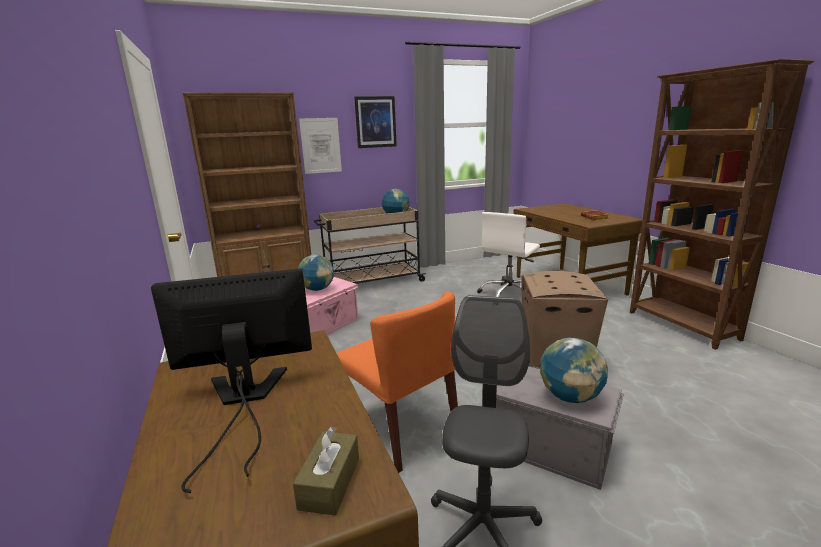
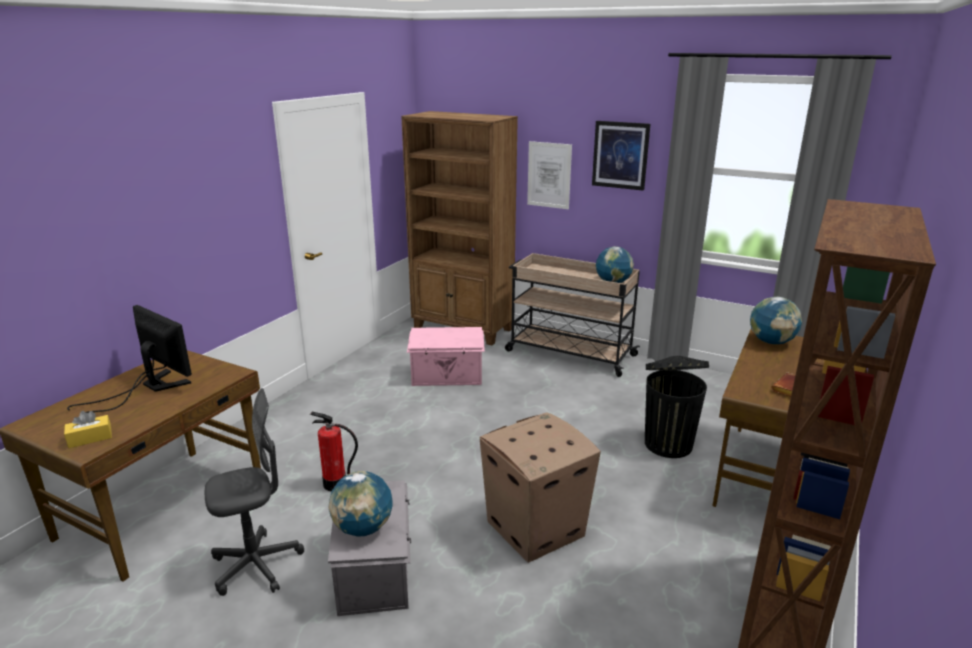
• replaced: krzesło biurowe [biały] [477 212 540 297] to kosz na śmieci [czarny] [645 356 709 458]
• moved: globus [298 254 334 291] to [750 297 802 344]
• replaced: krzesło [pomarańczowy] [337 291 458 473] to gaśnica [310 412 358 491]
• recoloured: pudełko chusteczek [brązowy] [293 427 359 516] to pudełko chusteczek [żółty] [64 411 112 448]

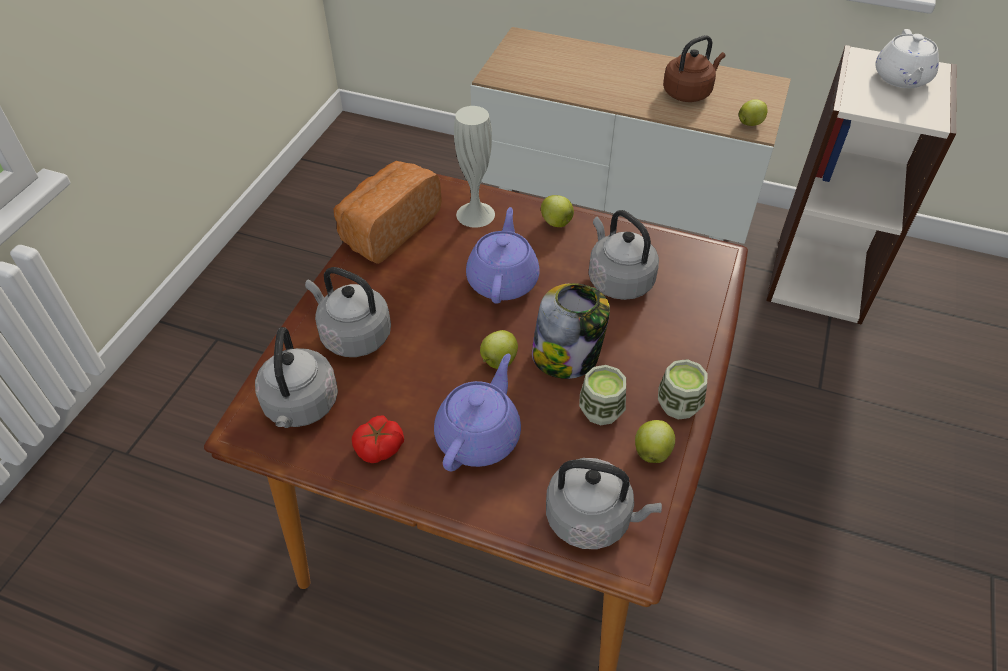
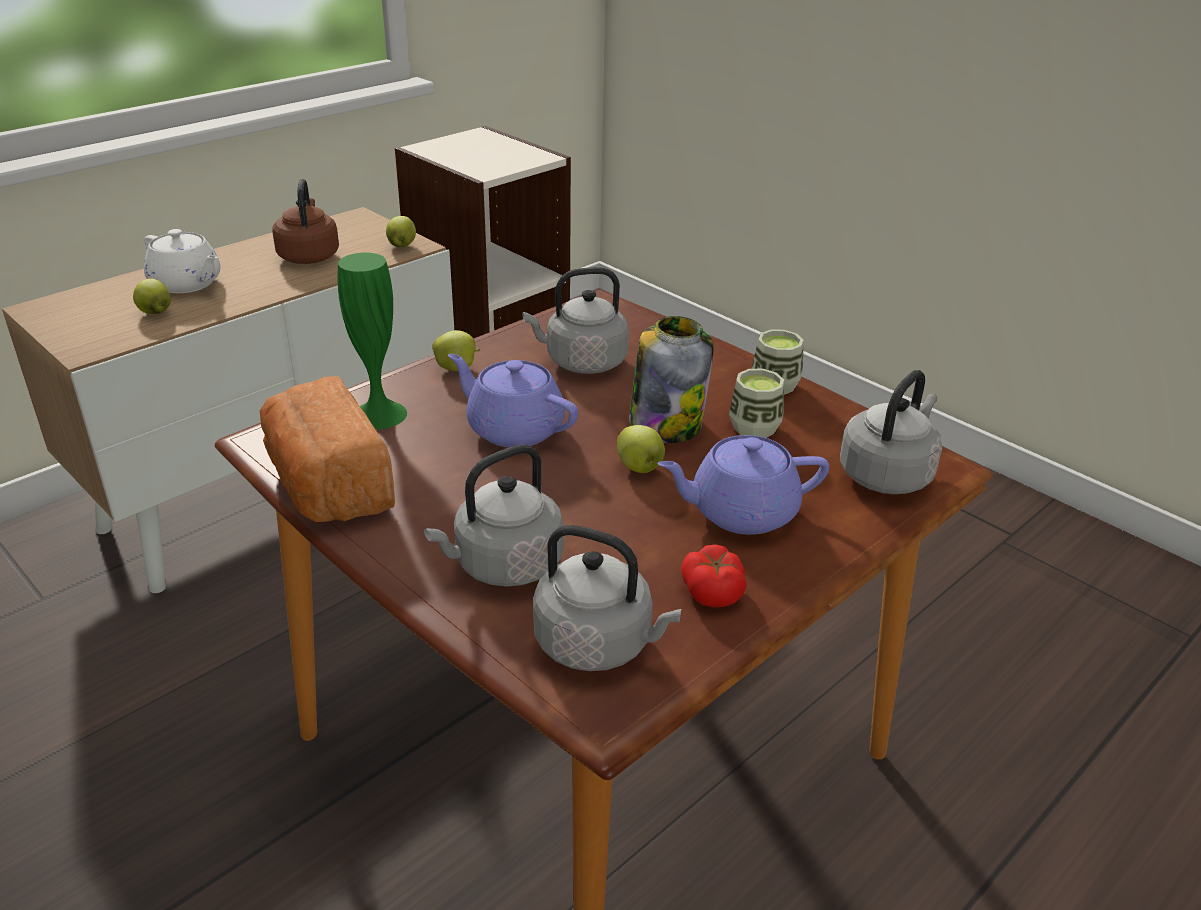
• moved: imbryk [biały] [875 29 939 88] to [144 229 221 293]
• recoloured: wazon [biały] [454 106 495 228] to wazon [zielony] [338 253 407 430]
• turned: imbryk [fioletowy] [434 354 521 471] = [658 435 829 535] 60 degrees counterclockwise
• moved: jabłko [635 420 675 463] to [133 279 171 315]

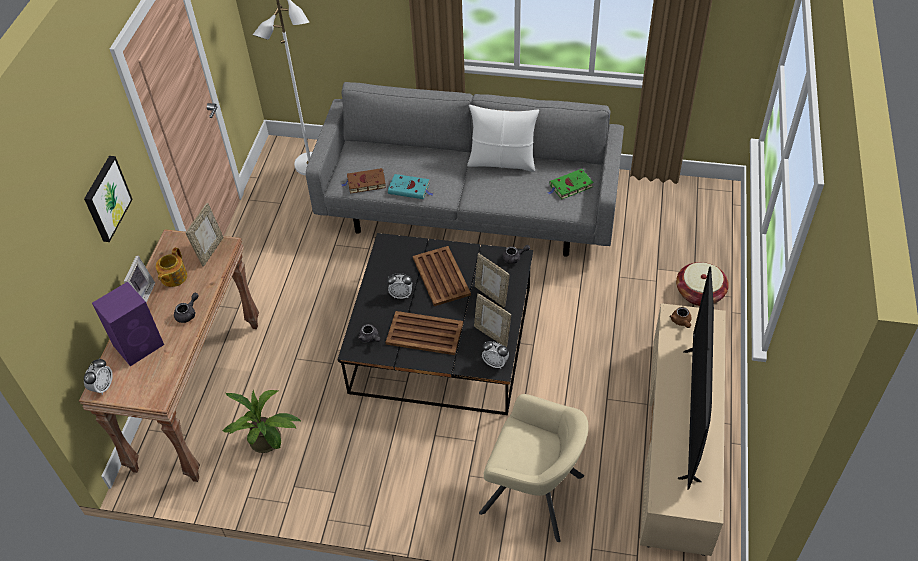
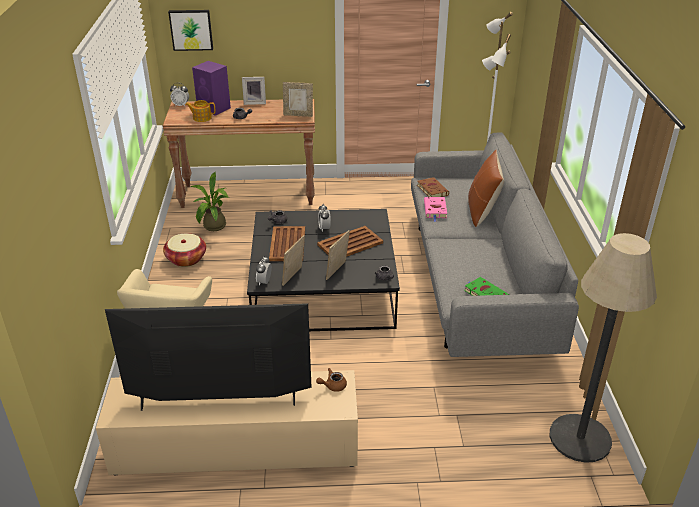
• removed: poduszka [biały] [467 105 539 172]
• moved: obraz [84 156 133 242] to [168 10 213 51]
• recoloured: książka [turkusowy] [388 174 434 199] to książka [różowy] [424 197 447 222]
• moved: imbryk [156 248 187 287] to [186 100 216 122]
• moved: koszyk [676 262 729 306] to [163 233 206 267]
• added: poduszka [brązowy] [468 150 504 227]
• added: lampa stojąca [550 233 657 463]

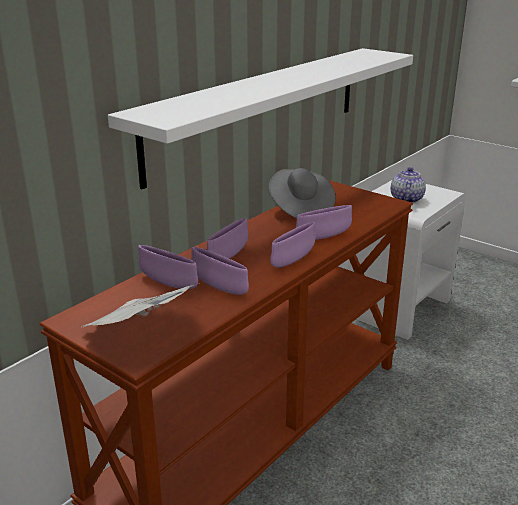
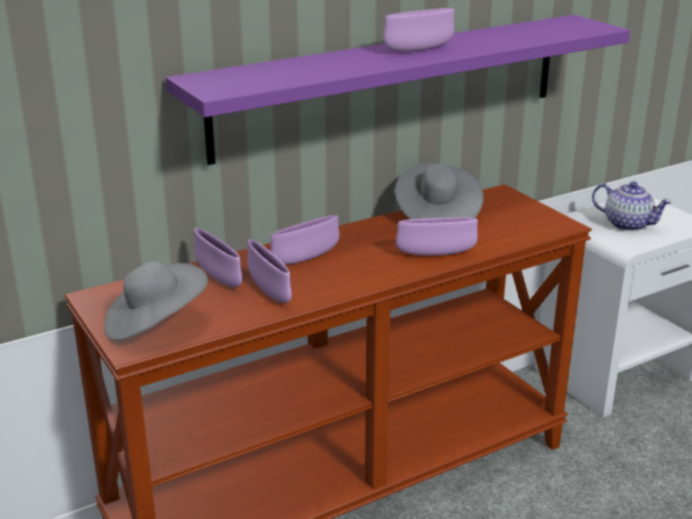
• recoloured: półka [biały] [108 48 413 189] to półka [fioletowy] [166 15 630 165]
• turned: imbryk [391 167 426 203] = [592 181 672 231] 90 degrees clockwise
• moved: miska [fioletowy] [270 222 315 268] to [383 8 454 52]
• replaced: gazeta [81 283 200 327] to kapelusz [szary] [104 262 208 341]

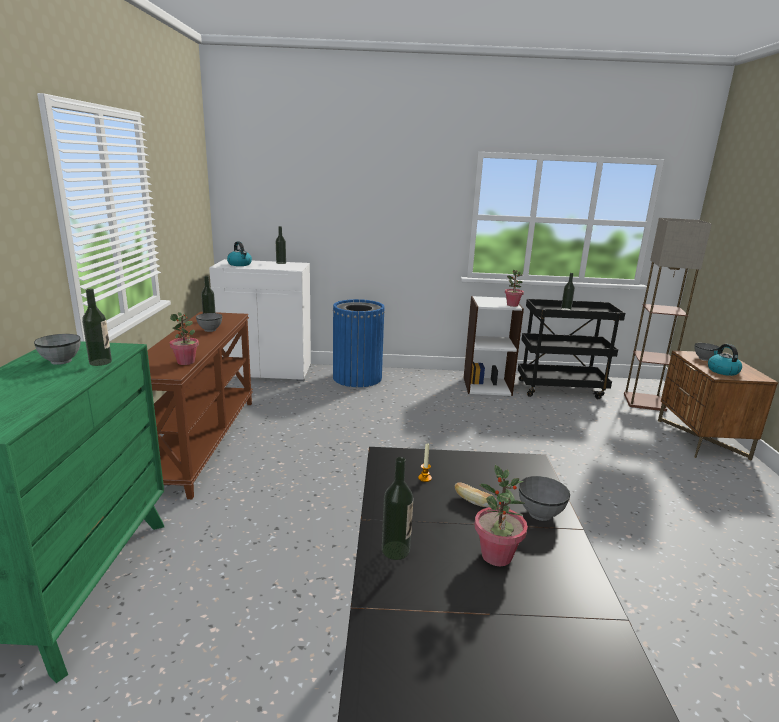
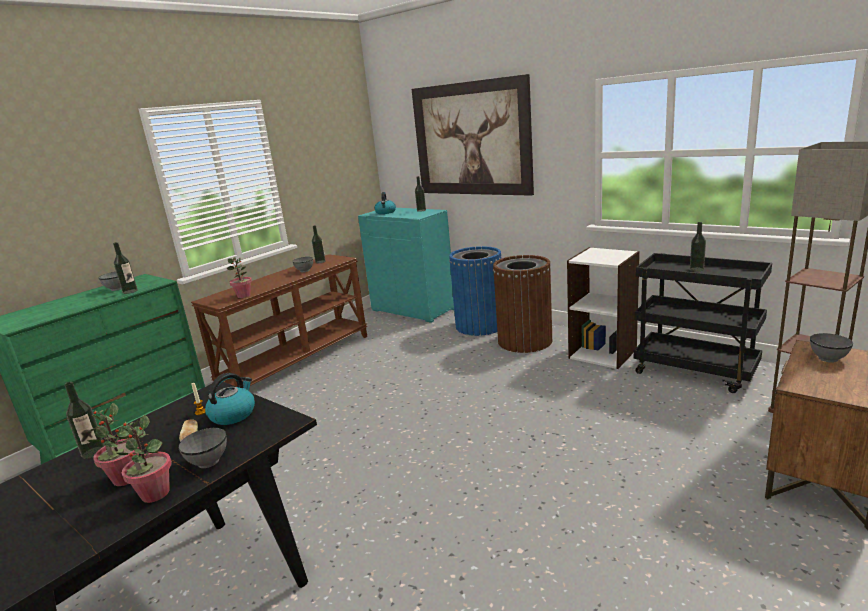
• recoloured: szafka [biały] [209 259 311 381] to szafka [turkusowy] [358 208 454 323]
• moved: roślina doniczkowa [505 270 524 307] to [117 415 172 503]
• moved: czajnik [708 344 742 376] to [205 373 255 425]
• added: obraz [412 74 534 196]
• added: kosz na śmieci [brązowy] [493 255 552 353]

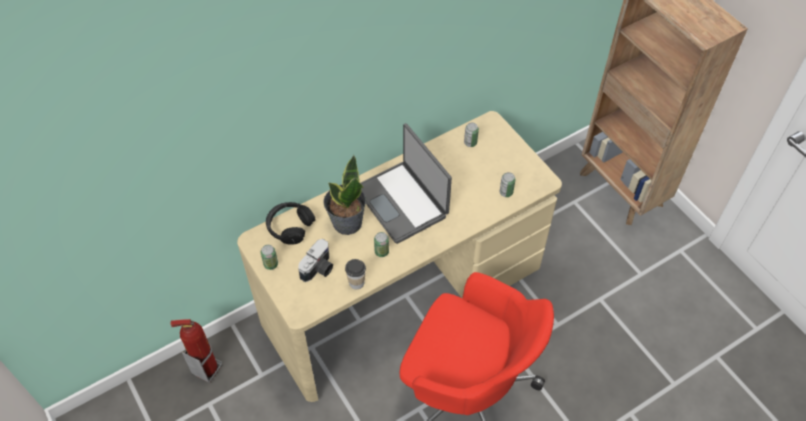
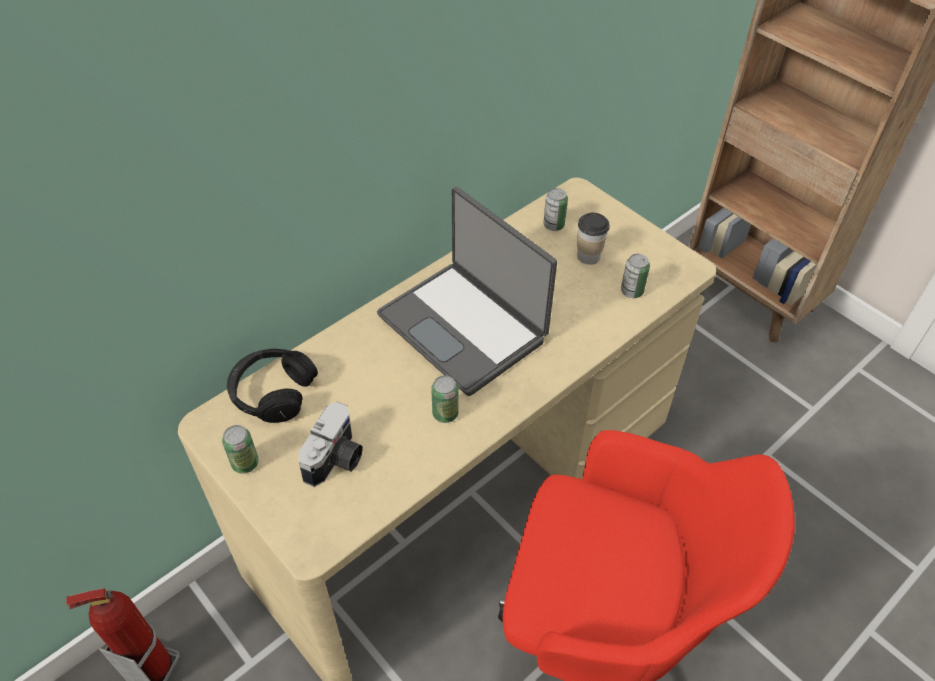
• removed: roślina doniczkowa [323 155 366 235]
• moved: filiżanka [345 259 366 289] to [577 212 610 265]

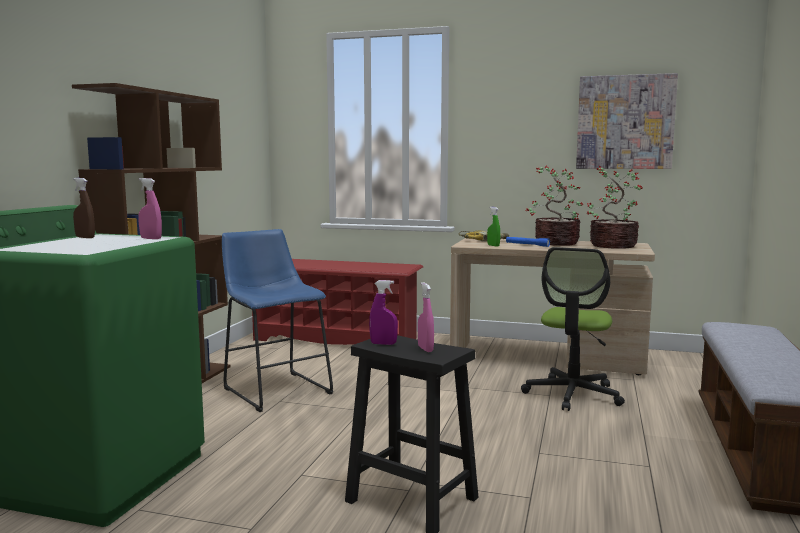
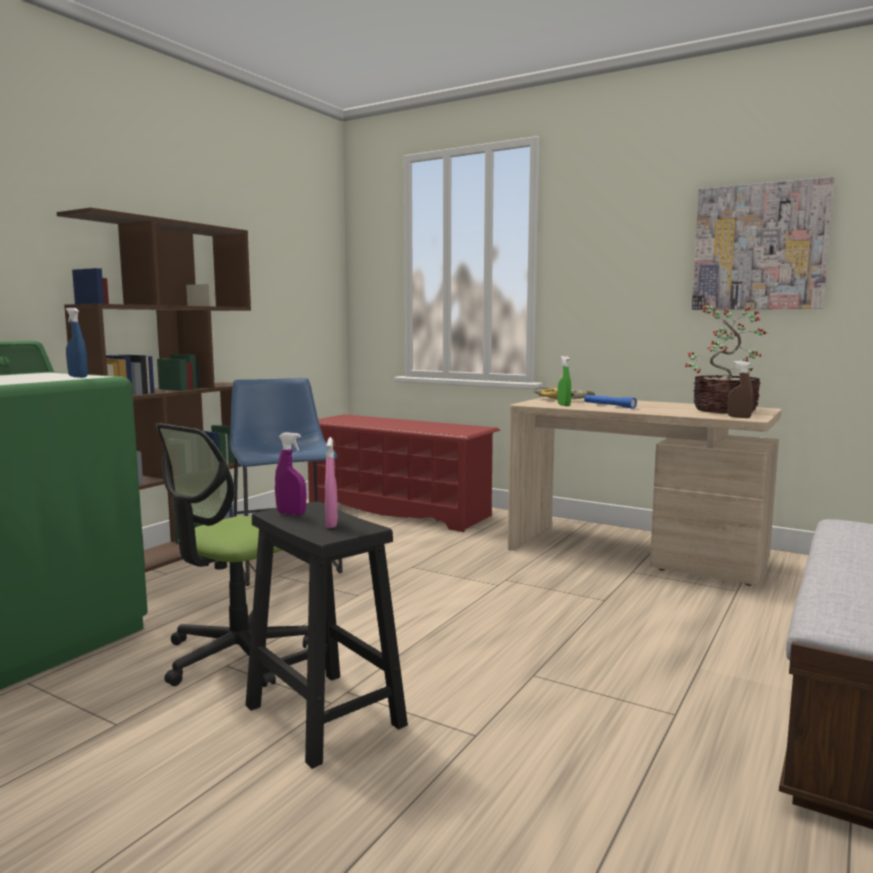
• removed: roślina doniczkowa [525 165 583 246]
• moved: spryskiwacz [brązowy] [73 178 95 238] to [727 361 754 418]
• recoloured: spryskiwacz [różowy] [138 178 162 239] to spryskiwacz [niebieski] [66 308 88 378]
• moved: krzesło biurowe [521 247 625 411] to [155 423 308 687]

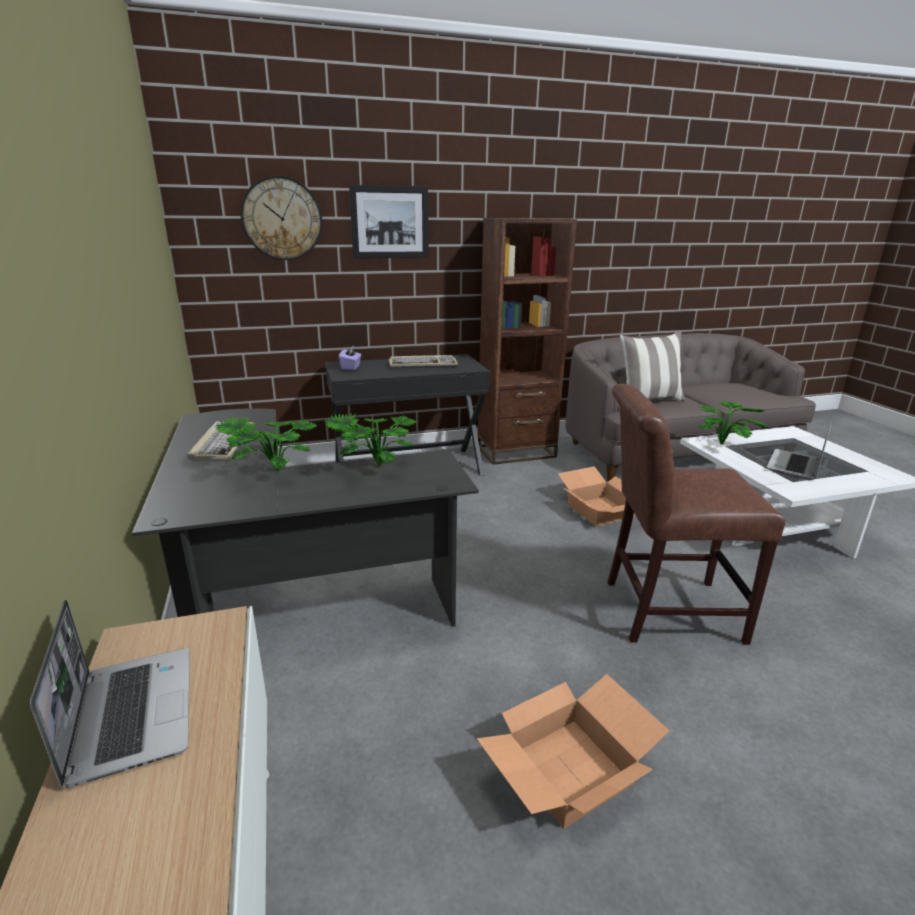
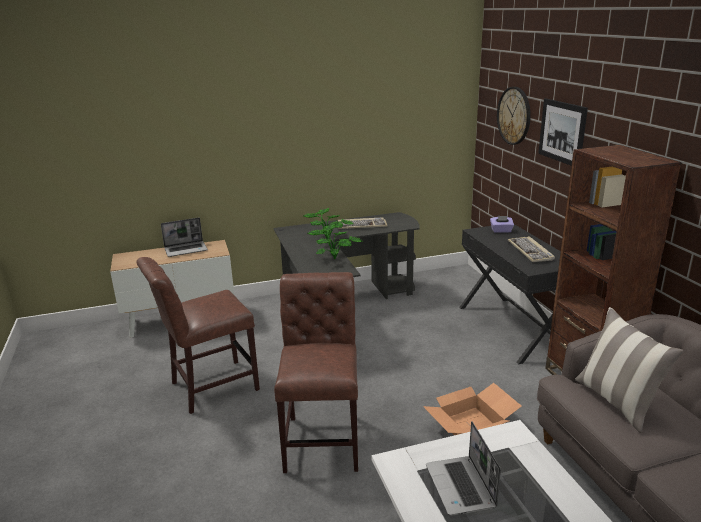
• removed: roślina doniczkowa [698 401 767 445]
• turned: laptop [766 422 831 480] = [426 421 501 516] 135 degrees counterclockwise
• replaced: karton [477 674 670 828] to krzesło [brązowy] [136 257 260 414]

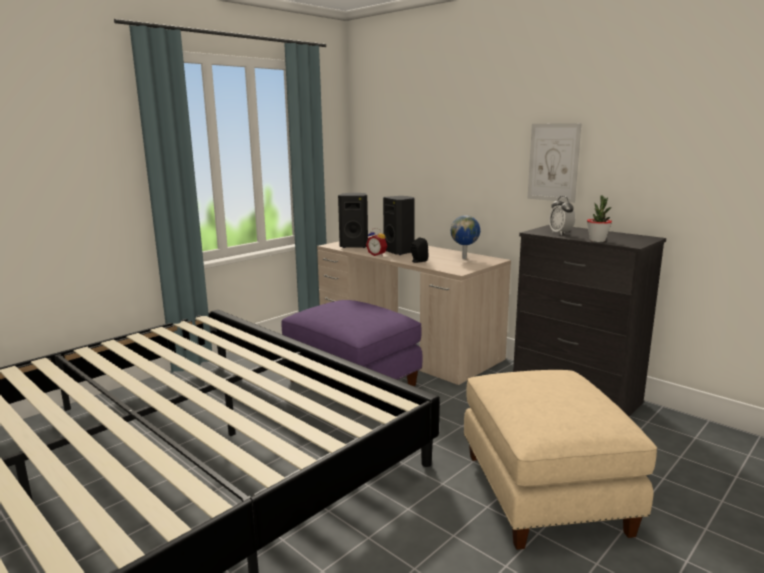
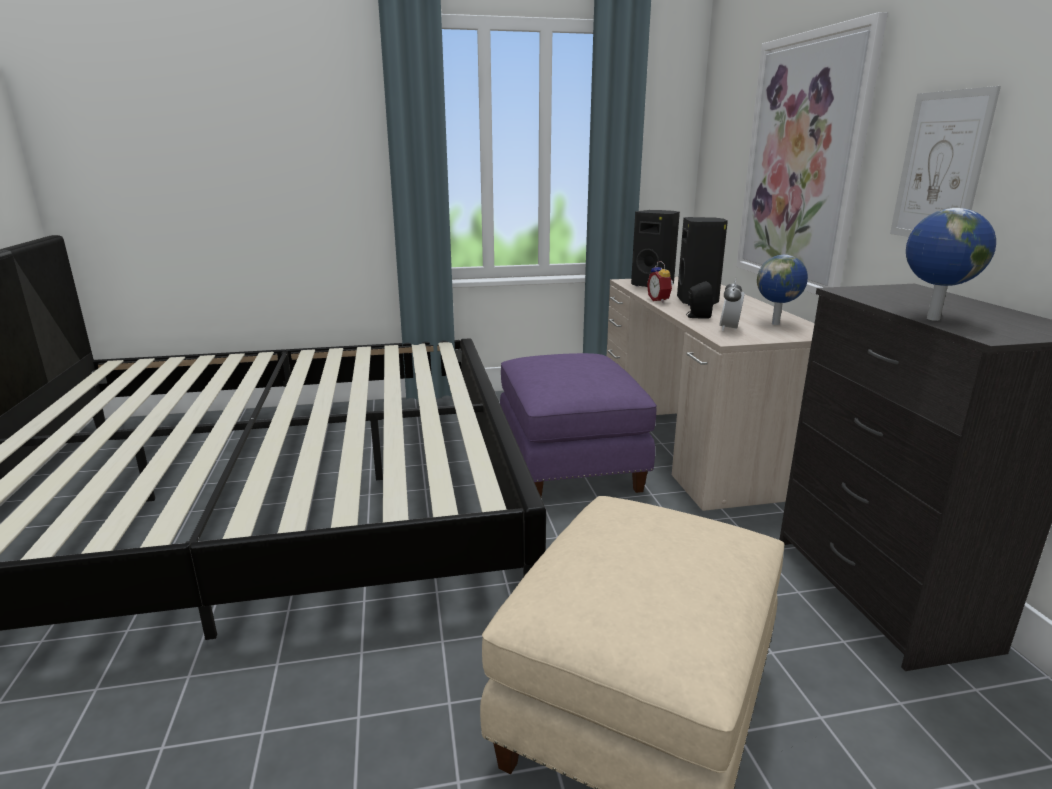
• replaced: roślina doniczkowa [587 195 612 242] to globus [906 208 996 321]
• moved: budzik [549 196 575 235] to [719 278 745 331]
• added: obraz [736 12 888 296]

